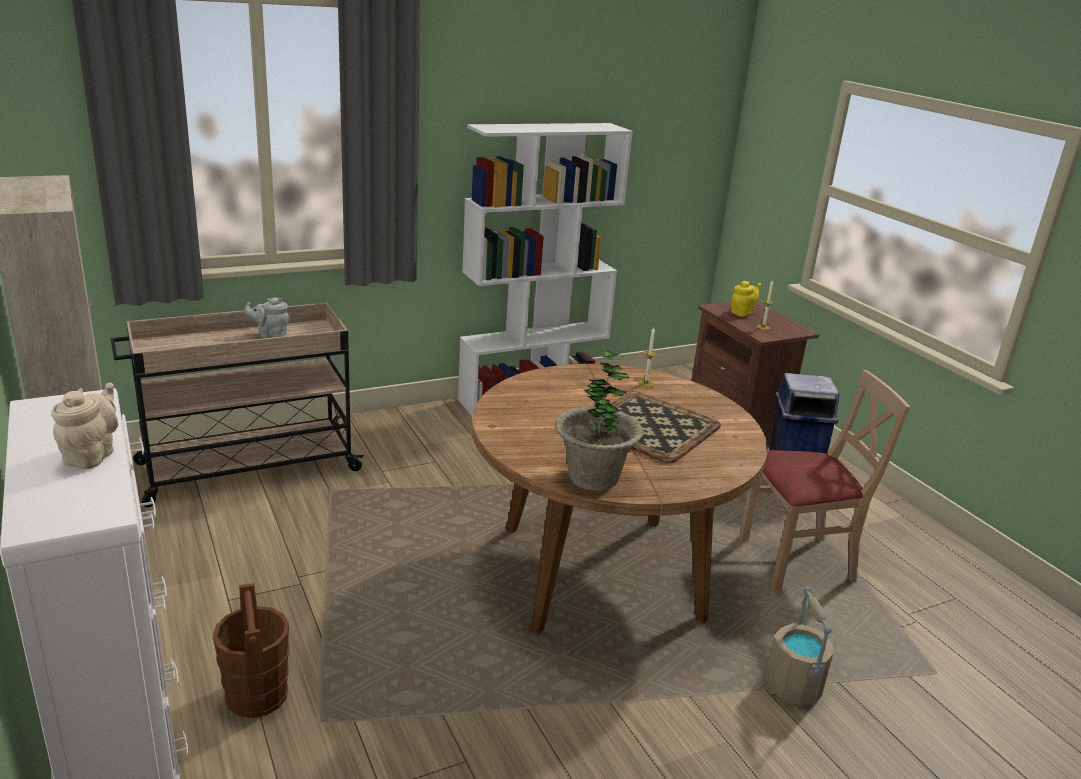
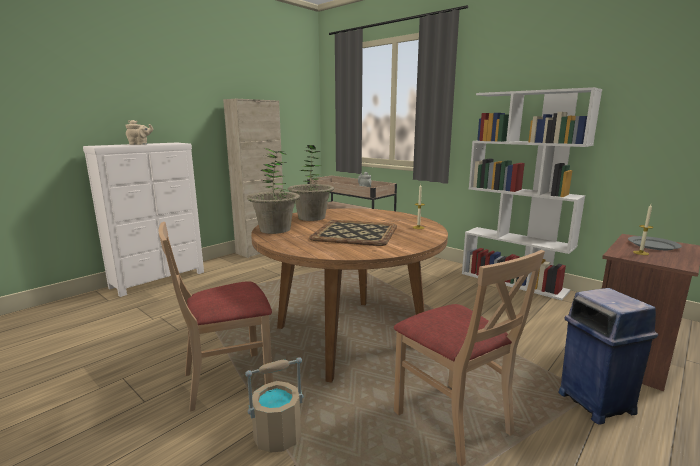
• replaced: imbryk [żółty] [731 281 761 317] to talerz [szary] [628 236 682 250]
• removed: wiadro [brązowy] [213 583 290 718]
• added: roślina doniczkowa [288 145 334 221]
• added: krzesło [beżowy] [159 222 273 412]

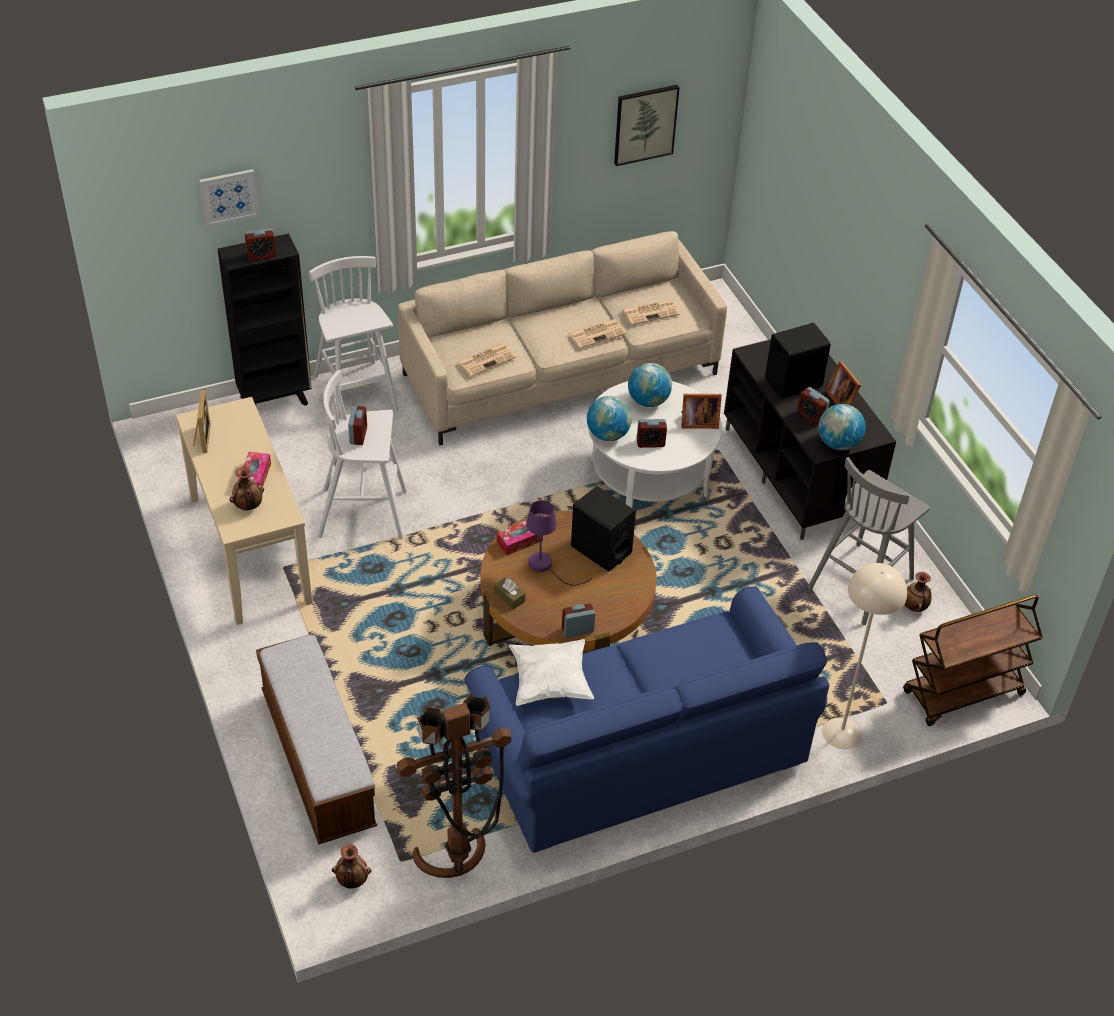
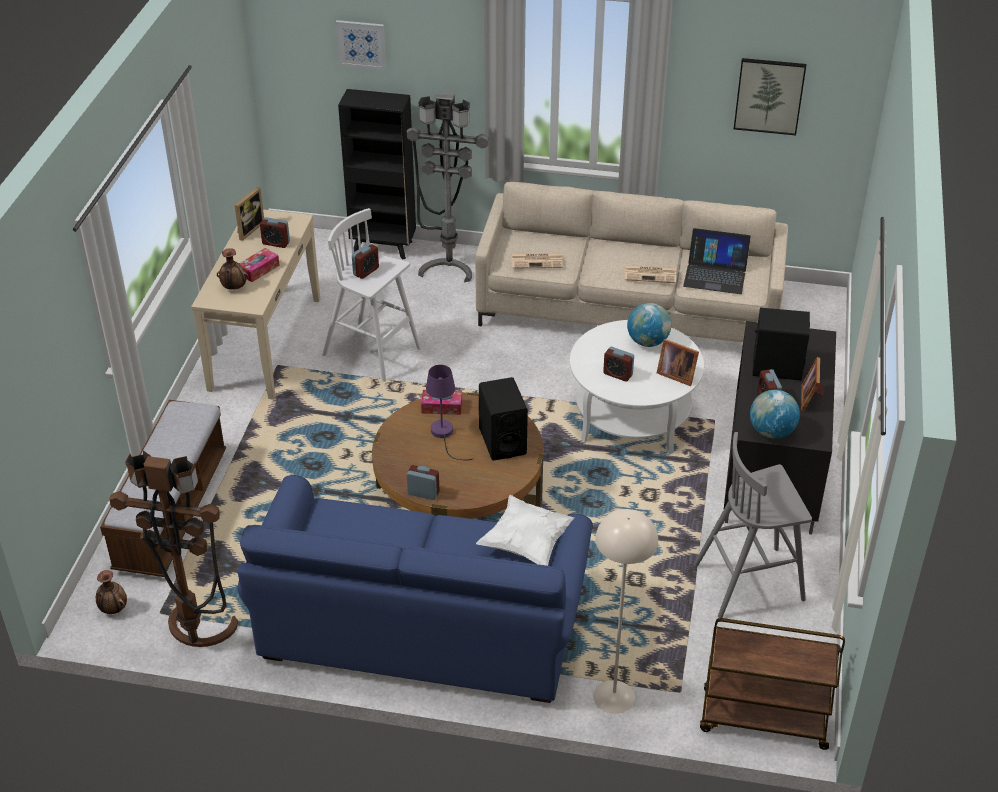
• moved: budzik [244 228 276 261] to [260 217 290 248]
• replaced: stołek [biały] [309 256 398 419] to lampa stojąca [szary] [407 93 489 282]
• replaced: gazeta [622 299 679 325] to laptop [683 228 751 294]
• removed: globus [587 396 632 441]
• removed: wazon [904 572 932 612]
• removed: pudełko chusteczek [brązowy] [494 577 525 609]
• moved: poduszka [biały] [509 639 594 706] to [476 495 574 566]

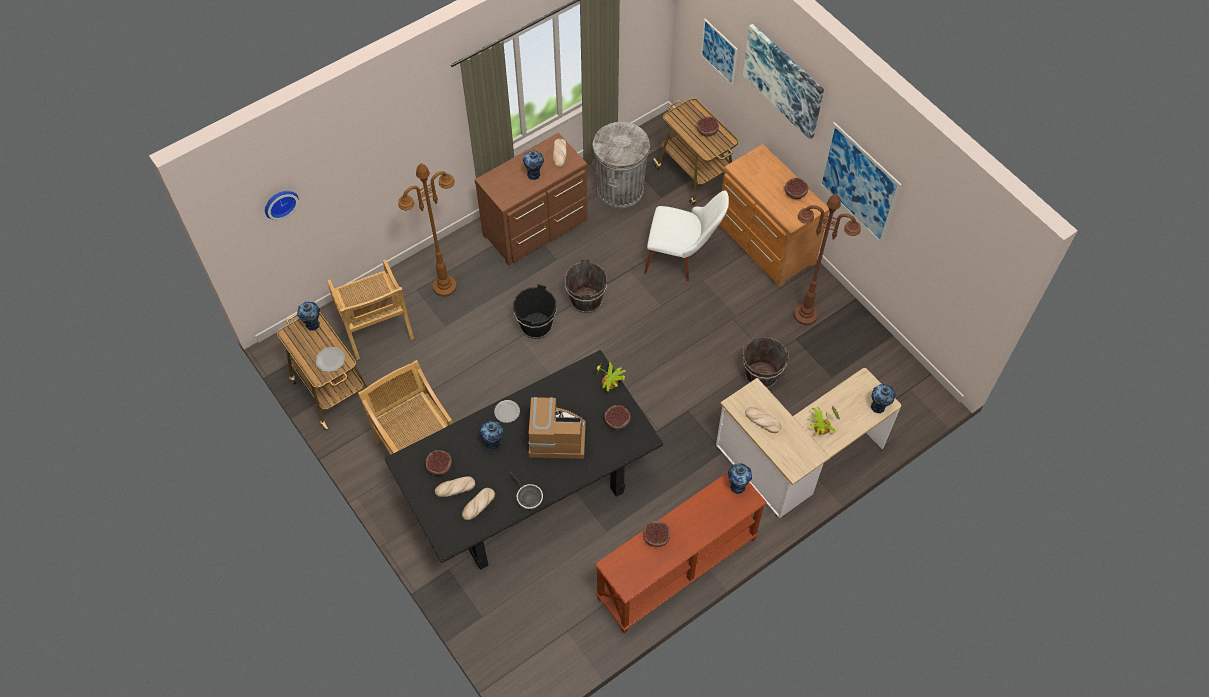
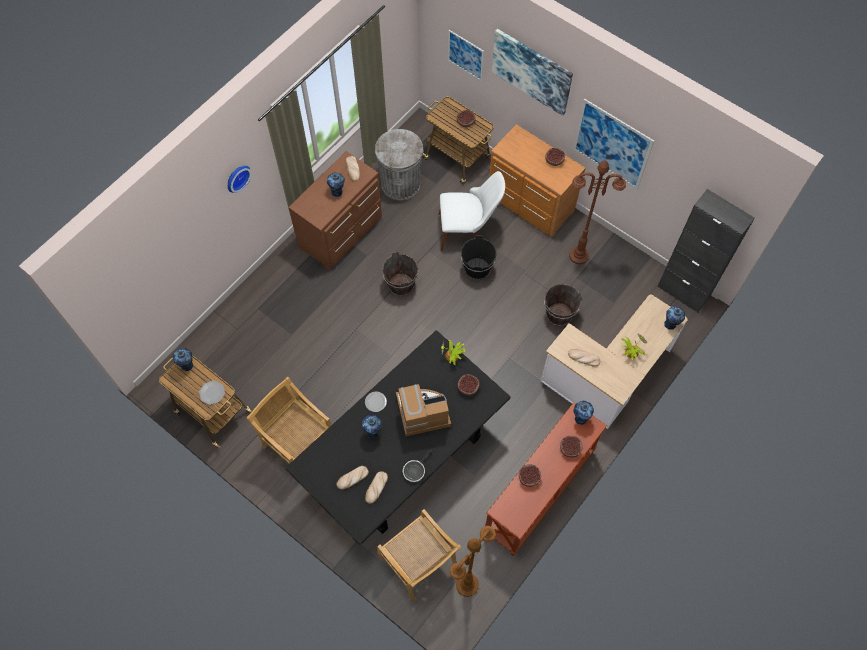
• moved: lampa stojąca [brązowy] [398 163 457 297] to [450 526 496 597]
• moved: zegar ścienny [265 191 299 220] to [228 166 251 193]
• moved: krzesło [beżowy] [327 260 414 360] to [377 509 461 602]
• moved: wiadro [czarny] [513 284 556 339] to [461 235 497 280]
• moved: miska [425 450 452 475] to [560 436 582 457]
• turned: patelnia [510 472 543 509] = [403 449 432 482] 90 degrees clockwise
• added: szafka [czarny] [657 189 755 313]

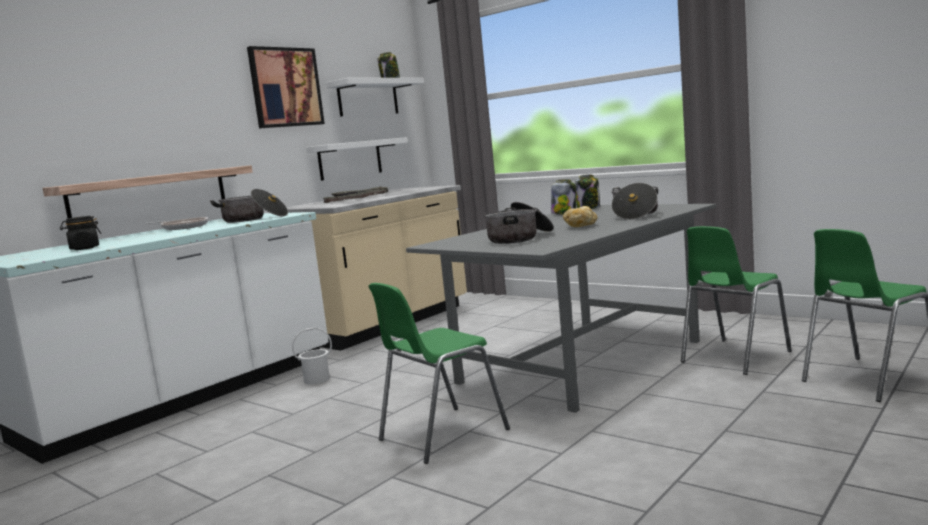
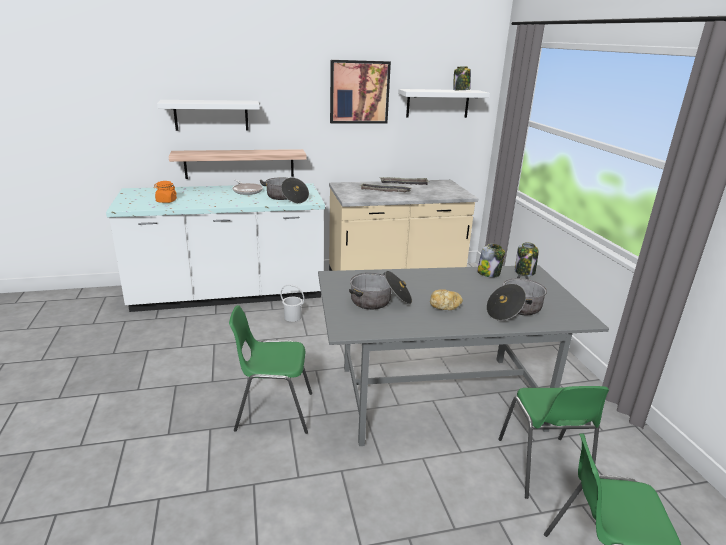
• moved: półka [biały] [306 137 408 181] to [157 100 260 131]
• recoloured: słoik [czarny] [60 216 101 250] to słoik [pomarańczowy] [154 181 177 203]
• turned: krzesło [zielony] [681 226 792 375] = [498 386 609 499] 90 degrees counterclockwise

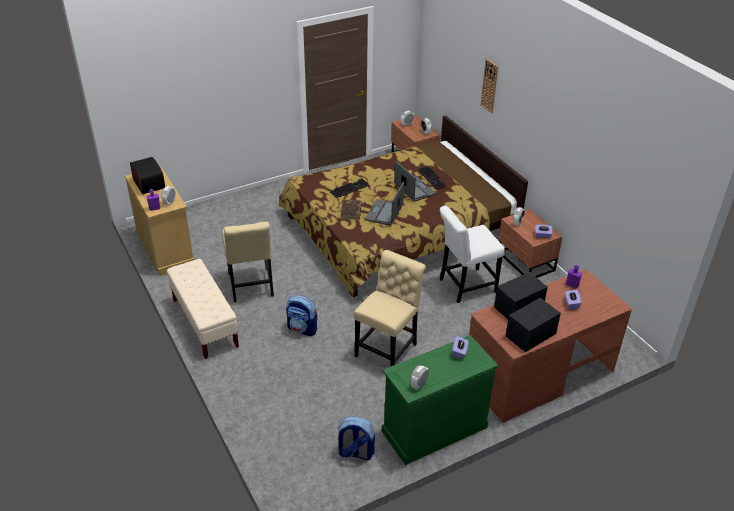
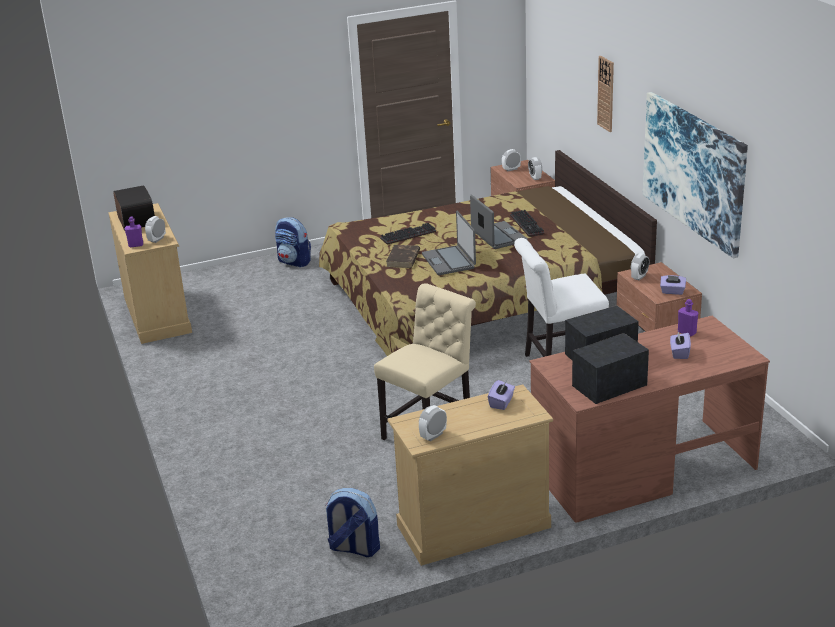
• turned: laptop [365 182 404 226] = [422 211 476 275] 45 degrees counterclockwise
• removed: krzesło [beżowy] [222 222 274 302]
• removed: ławka [beżowy] [167 259 239 359]
• moved: plecak [286 295 318 337] to [275 217 311 267]
• recoloured: komoda [zielony] [382 335 498 465] to komoda [beżowy] [387 385 553 566]
• added: obraz [643 92 748 258]

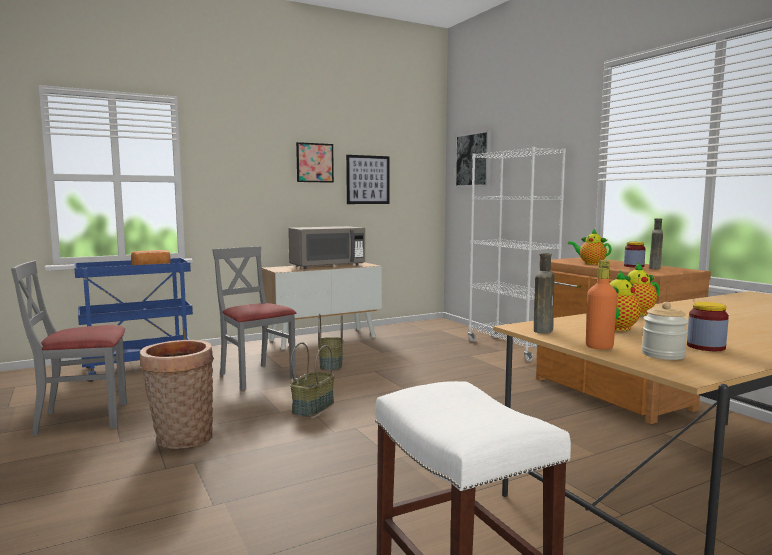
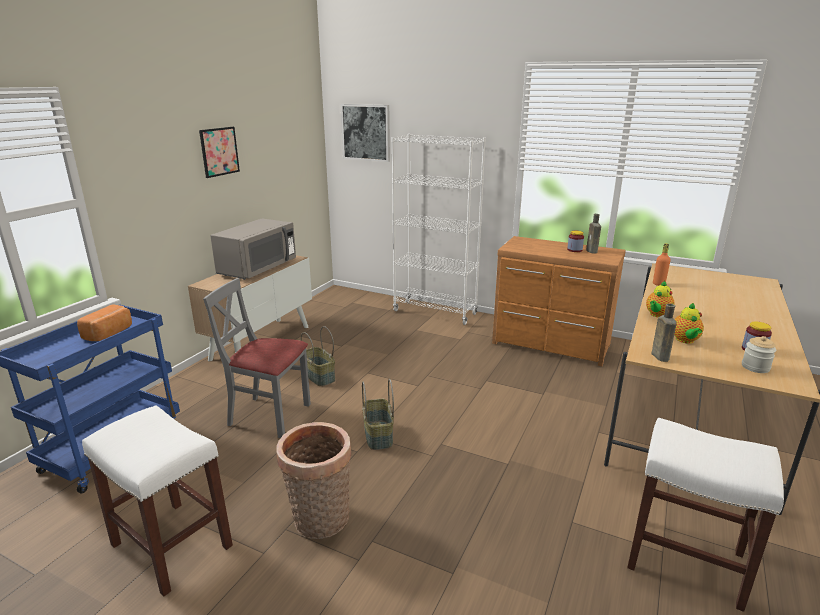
• removed: obraz [346 155 390 204]
• removed: imbryk [568 228 612 265]
• replaced: krzesło [szary] [11 260 127 436] to stołek [biały] [82 405 233 596]
• moved: butelka [pomarańczowy] [586 260 618 350] to [653 243 671 286]

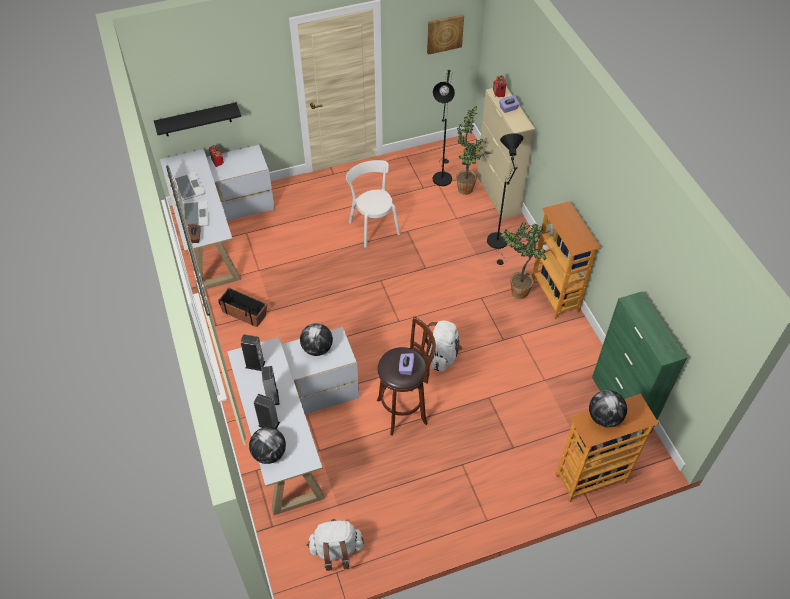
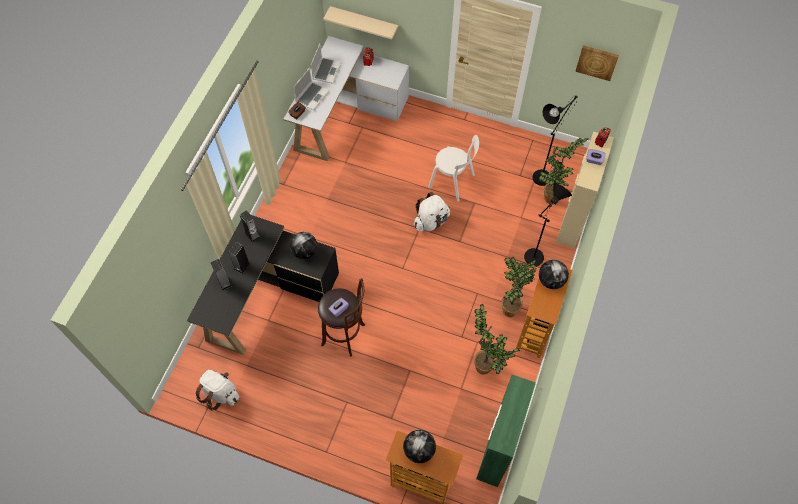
• recoloured: półka [czarny] [154 102 241 136] to półka [beżowy] [323 6 398 40]
• turned: krzesło [biały] [346 160 400 248] = [428 135 479 202] 105 degrees clockwise
• removed: donica [218 288 267 327]
• moved: plecak [biały] [421 321 462 372] to [414 192 450 232]
• recoloured: biurko [biały] [227 327 359 515] to biurko [czarny] [187 215 339 355]
• moved: globus [249 427 286 464] to [539 260 569 289]
• added: roślina doniczkowa [474 304 520 375]

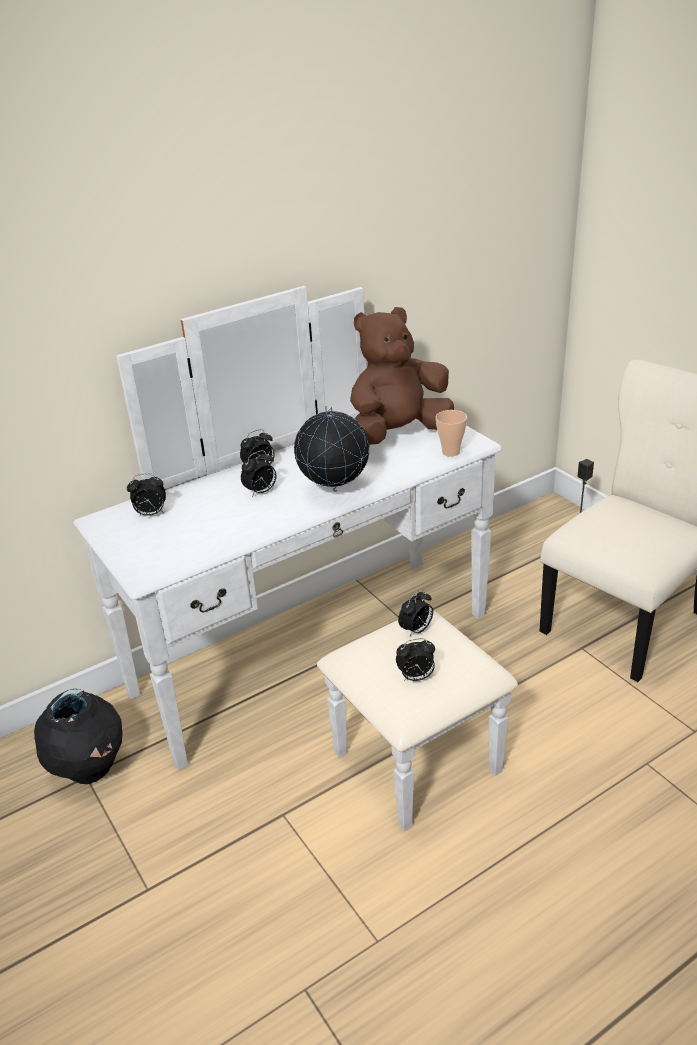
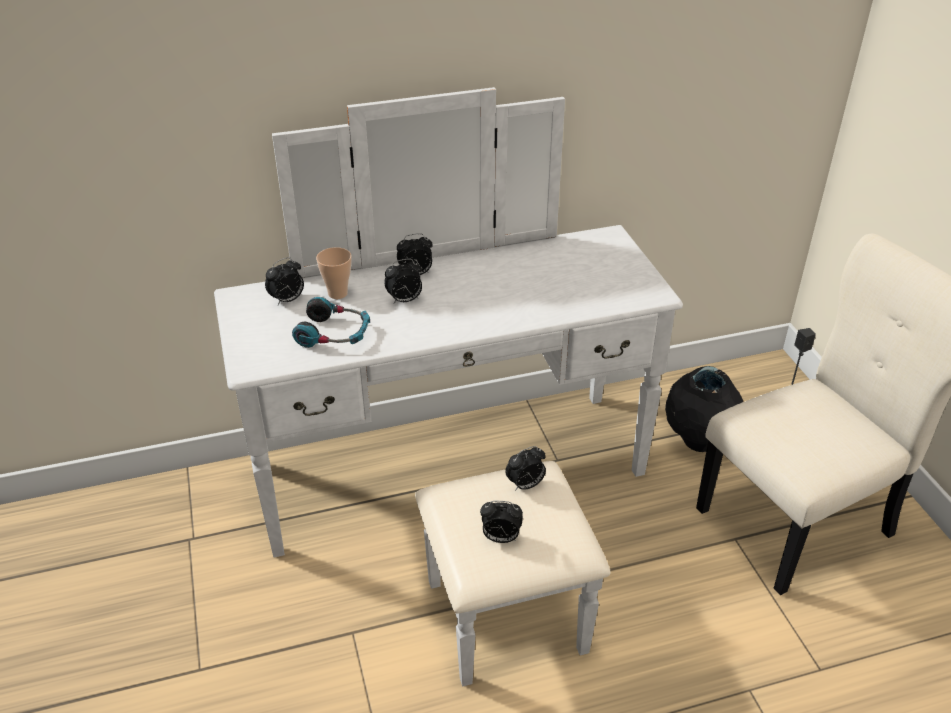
• removed: pluszak [brązowy] [350 307 454 445]
• removed: globus [294 406 370 492]
• moved: filiżanka [436 410 467 457] to [316 247 352 299]
• turned: budzik [127 473 166 517] = [265 257 304 305] 45 degrees counterclockwise
• moved: wazon [czarny] [34 689 122 784] to [665 366 743 452]
• added: słuchawki [292 297 370 348]

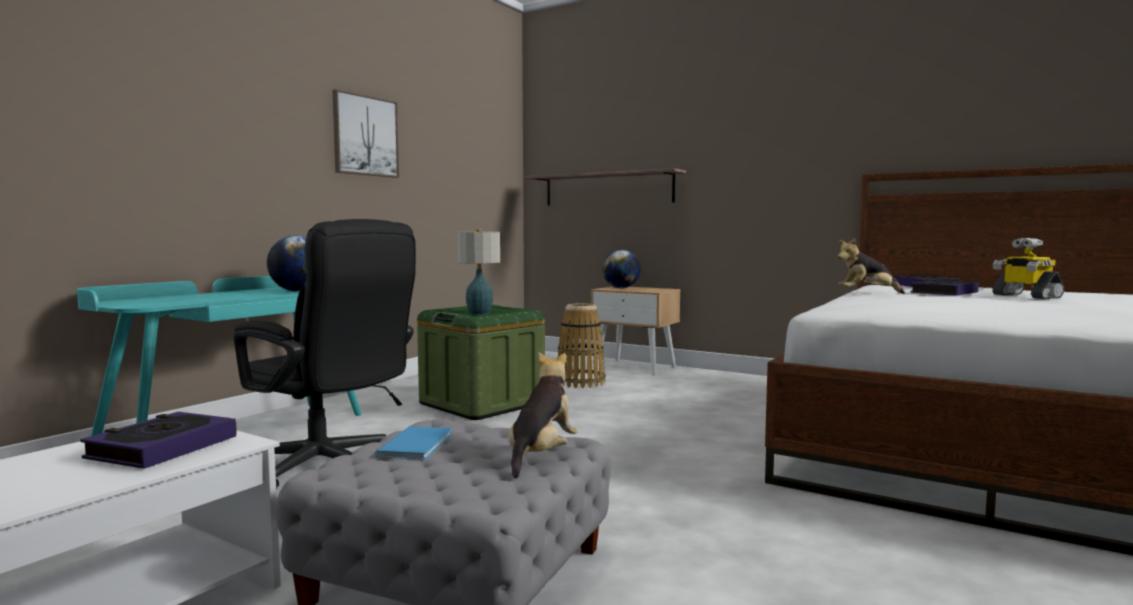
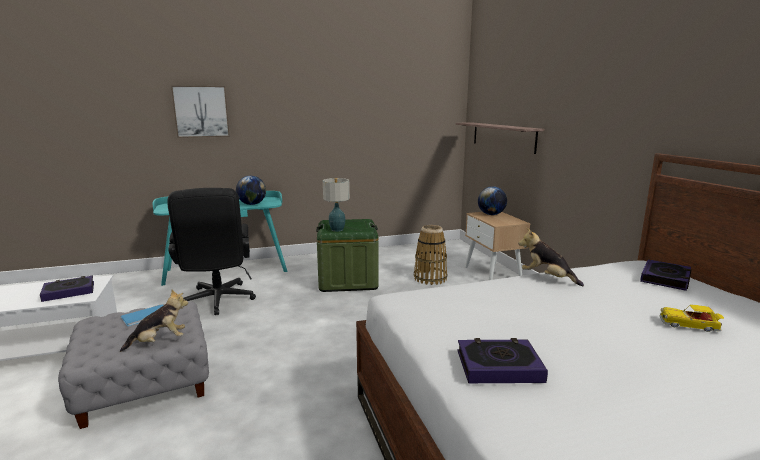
• moved: obraz [333 89 399 178] to [171 86 230 138]
• replaced: robot zabawkowy [992 238 1064 299] to samochodzik [660 304 724 332]
• moved: książka [911 279 979 296] to [457 338 548 383]

